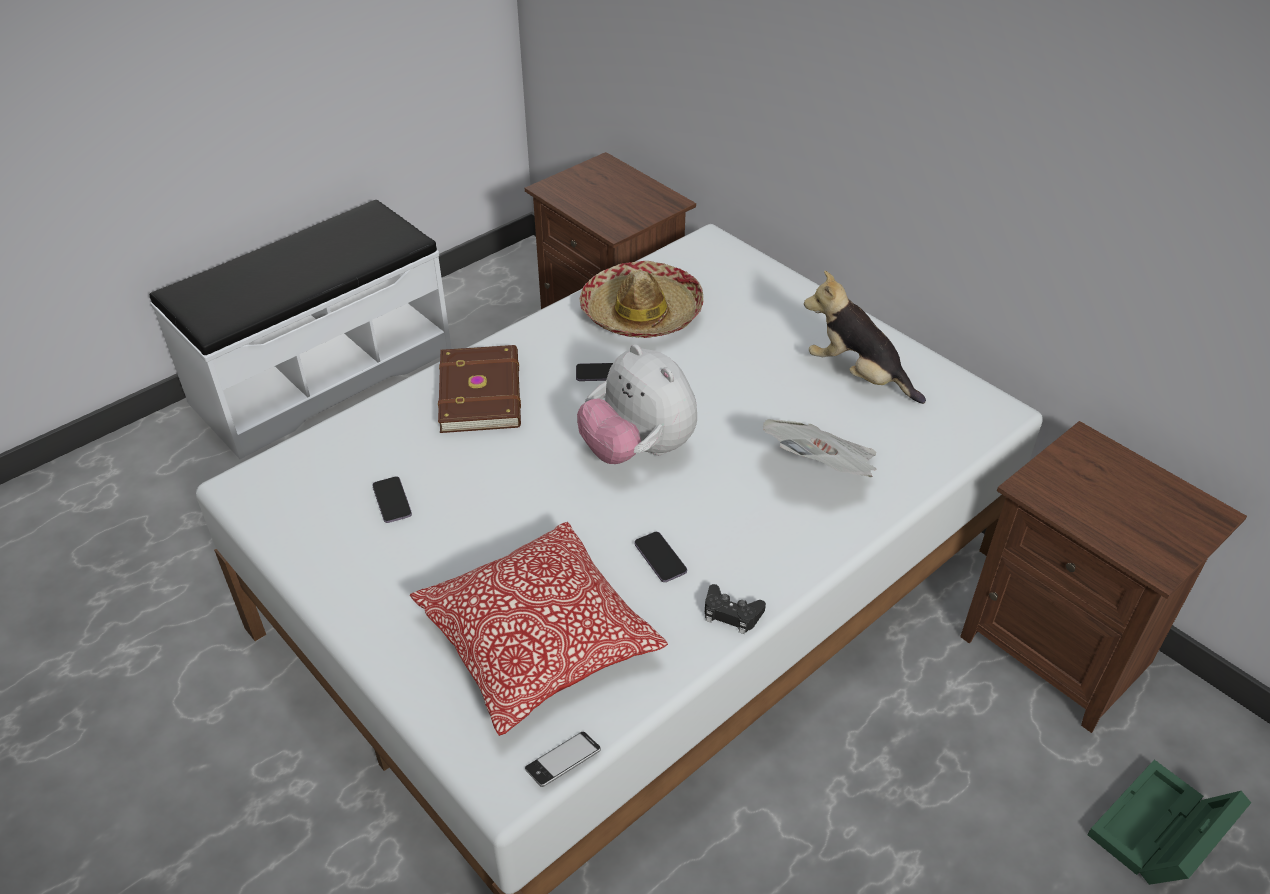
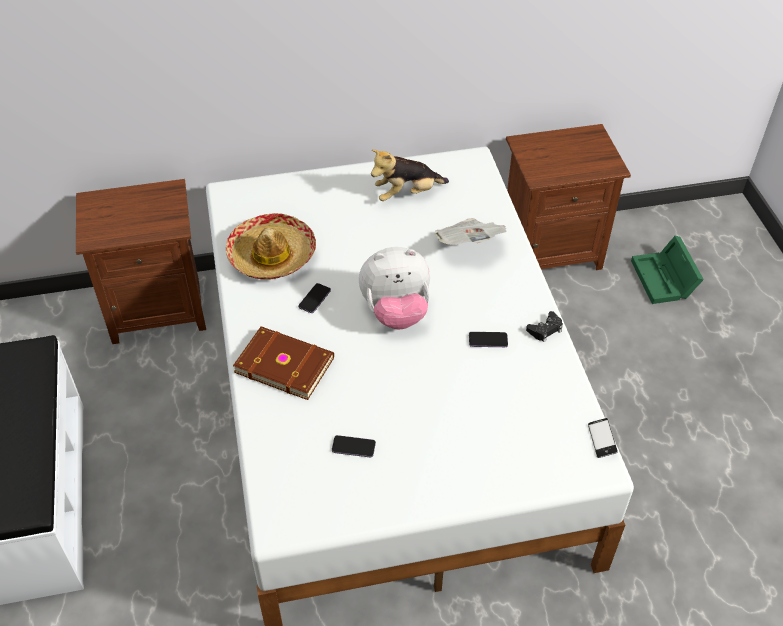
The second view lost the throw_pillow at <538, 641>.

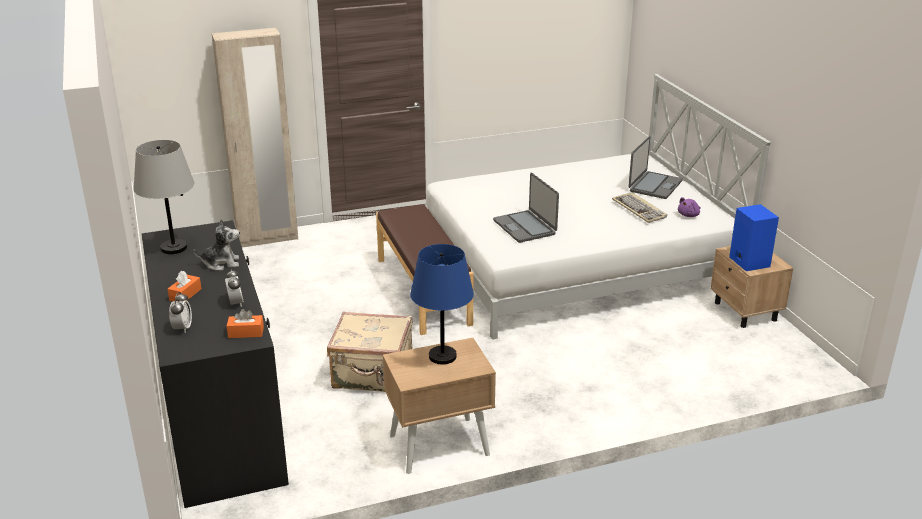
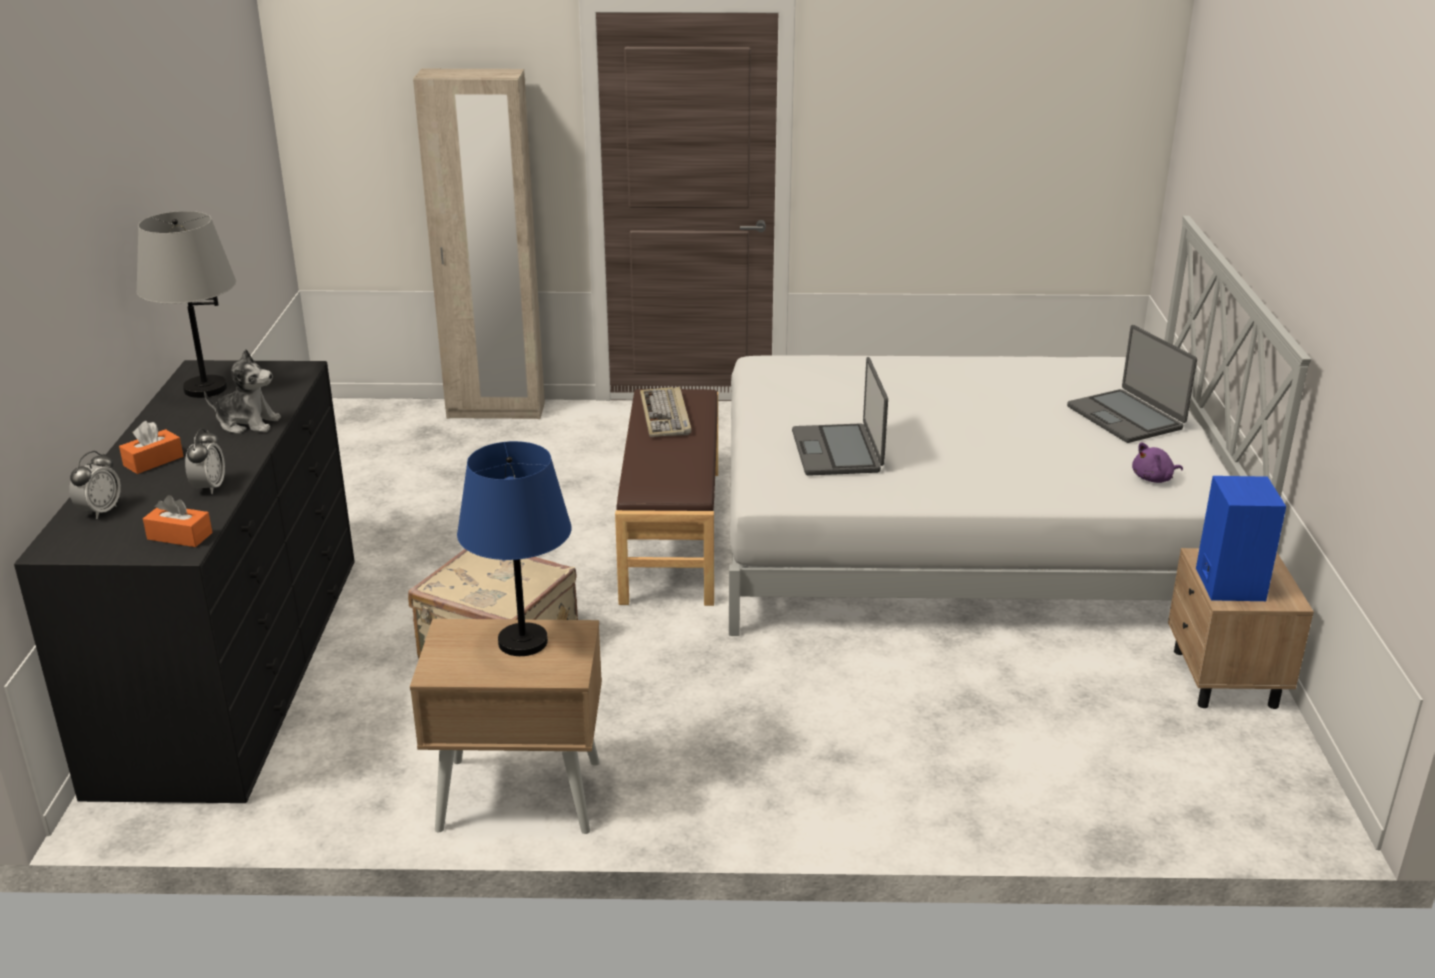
The computer_keyboard ended up elsewhere, having gone from <639, 210> to <666, 416>. The notebook_computer at <654, 186> ended up facing another way, 105 degrees clockwise from before.

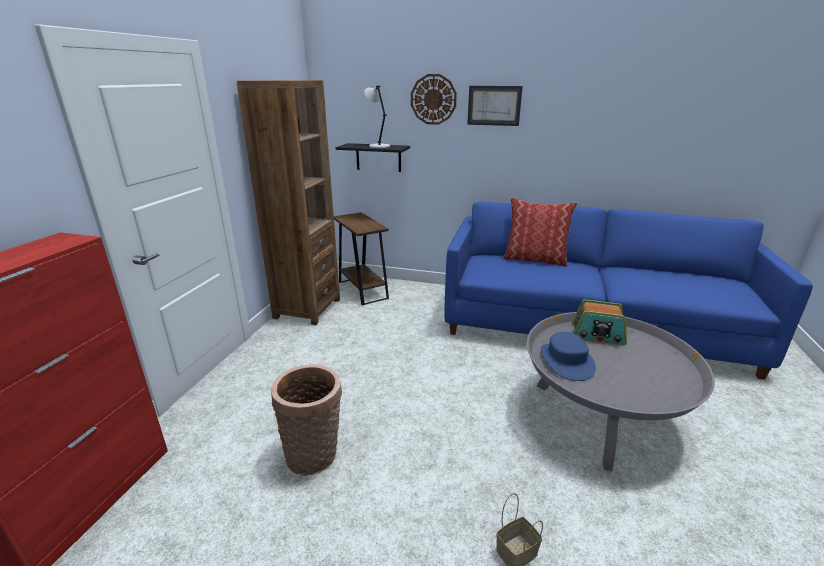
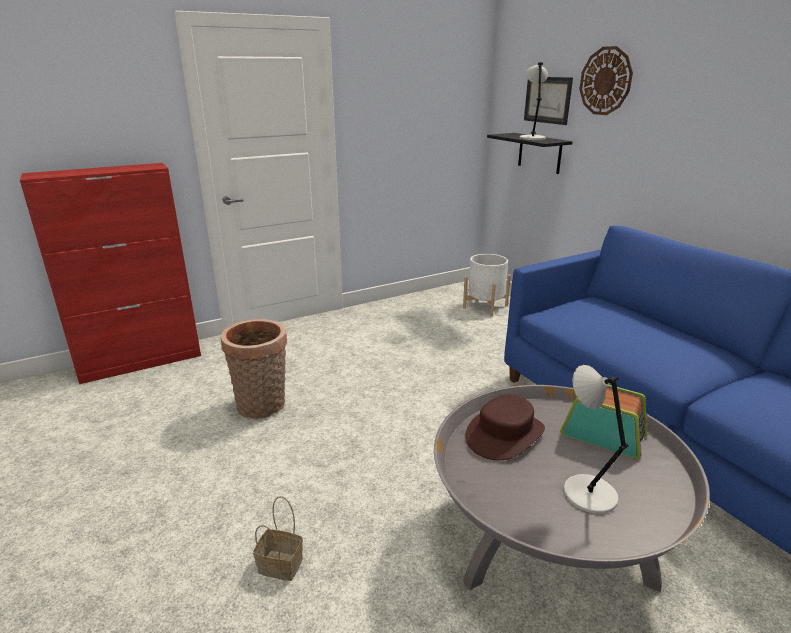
Where the brown_side_table stood at <363, 290>, the whitish_plant_pot came to stand at <485, 307>. What was the blue-coloured_wearable_hat at <566, 361> turned into the brown_wearable_hat at <504, 434>. The wall_art ended up elsewhere, having gone from <494, 105> to <547, 100>. The radio_receiver at <598, 335> ended up facing another way, 150 degrees clockwise from before. The second view gained the grey_table_lamp at <586, 492>. The second view lost the brown_shelving_unit at <307, 308>. The second view lost the throw_pillow at <535, 259>.

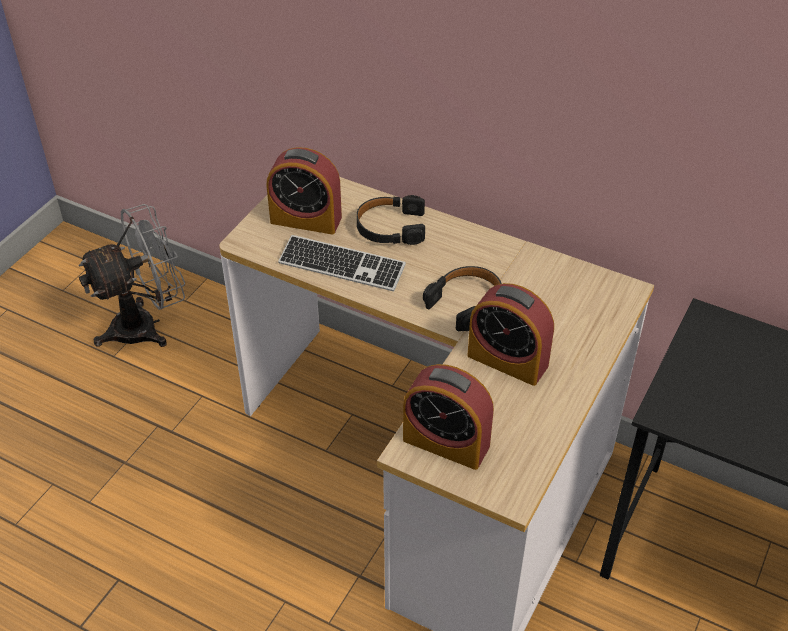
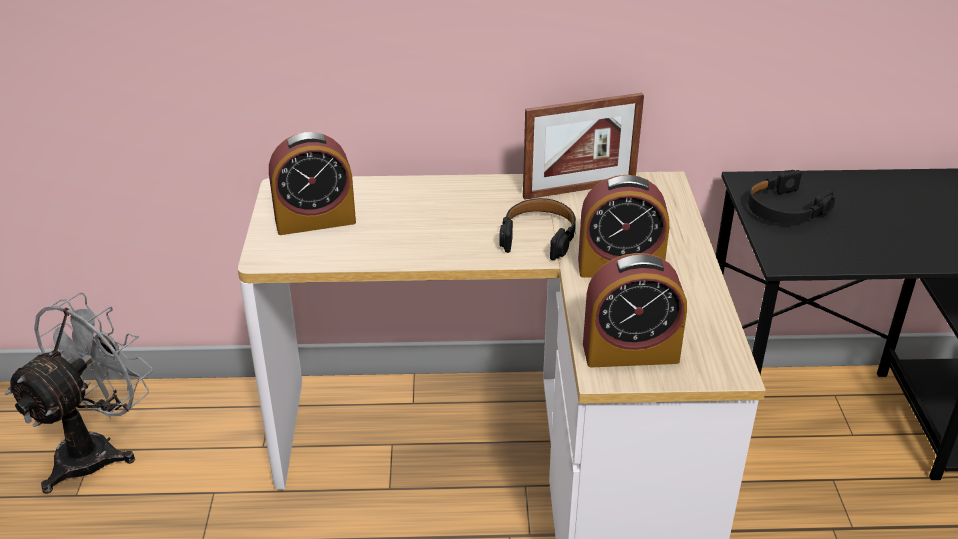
The second view gained the standing_frame at <579, 189>. The blackish_headset ended up elsewhere, having gone from <390, 227> to <784, 209>. The second view lost the computer_keyboard at <341, 266>.

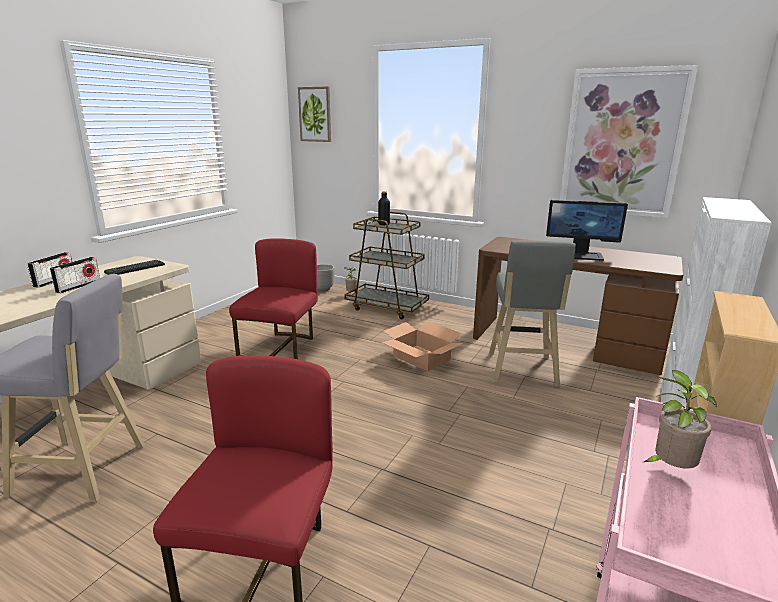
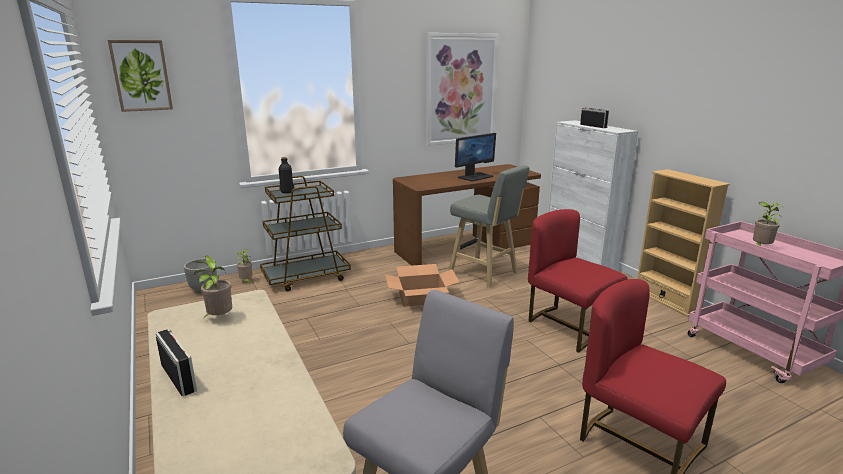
Where the computer_keyboard stood at <135, 268>, the houseplant came to stand at <219, 318>. The reddish_upright_chair ended up elsewhere, having gone from <281, 348> to <569, 326>. The radio_receiver ended up elsewhere, having gone from <78, 286> to <593, 126>.

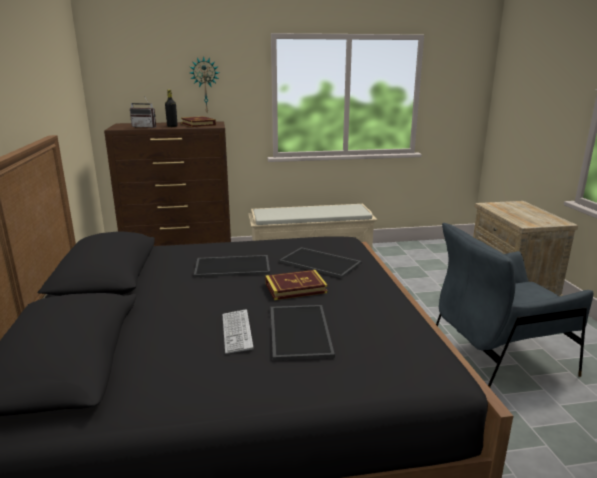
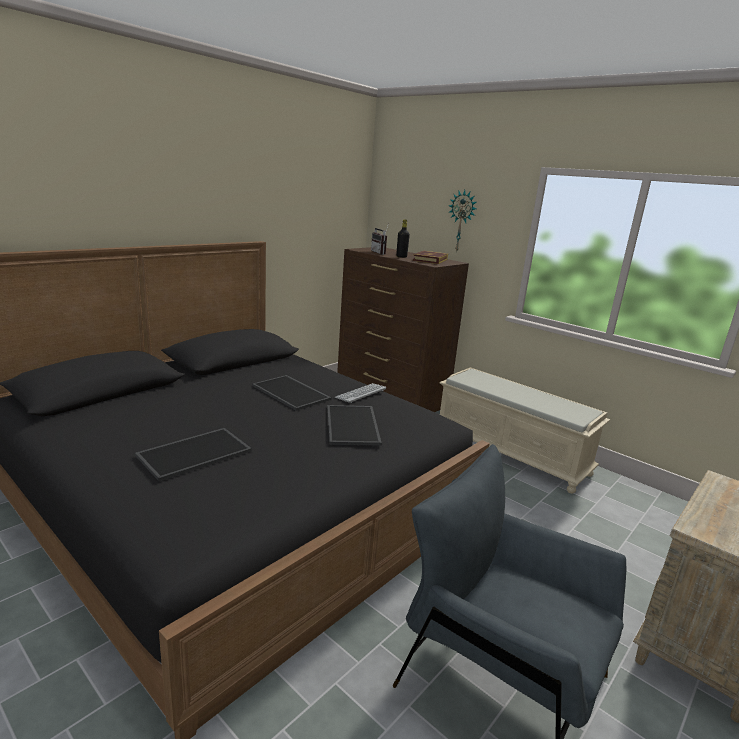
The computer_keyboard ended up elsewhere, having gone from <237, 332> to <361, 393>. The second view lost the book at <295, 288>.

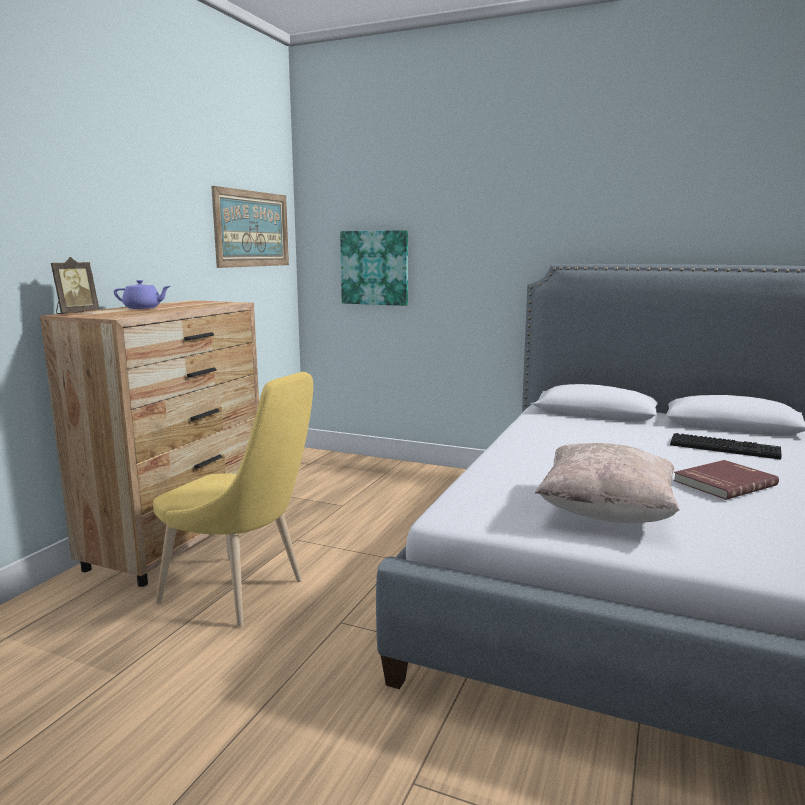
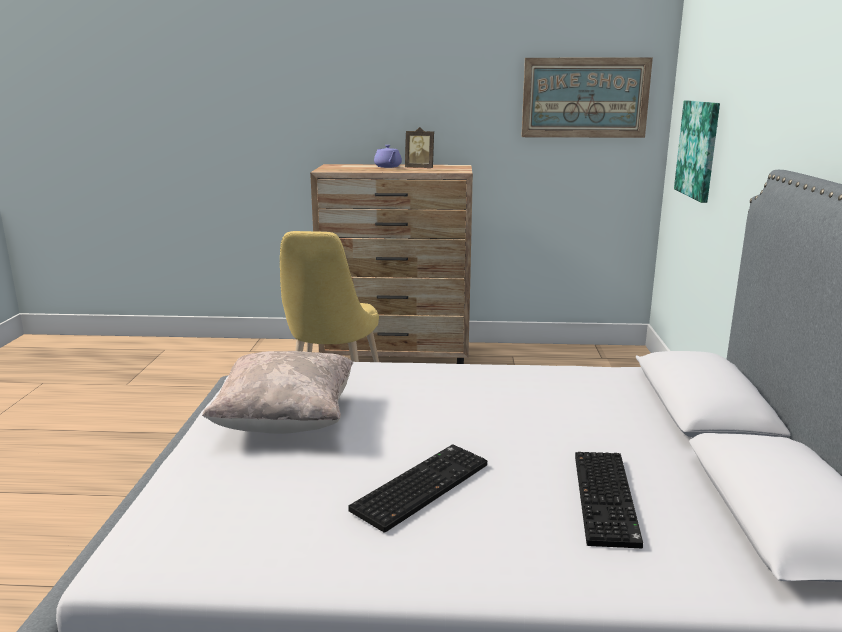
Where the reddish_book stood at <723, 482>, the computer_keyboard came to stand at <421, 486>. The standing_frame ended up elsewhere, having gone from <76, 313> to <420, 168>.

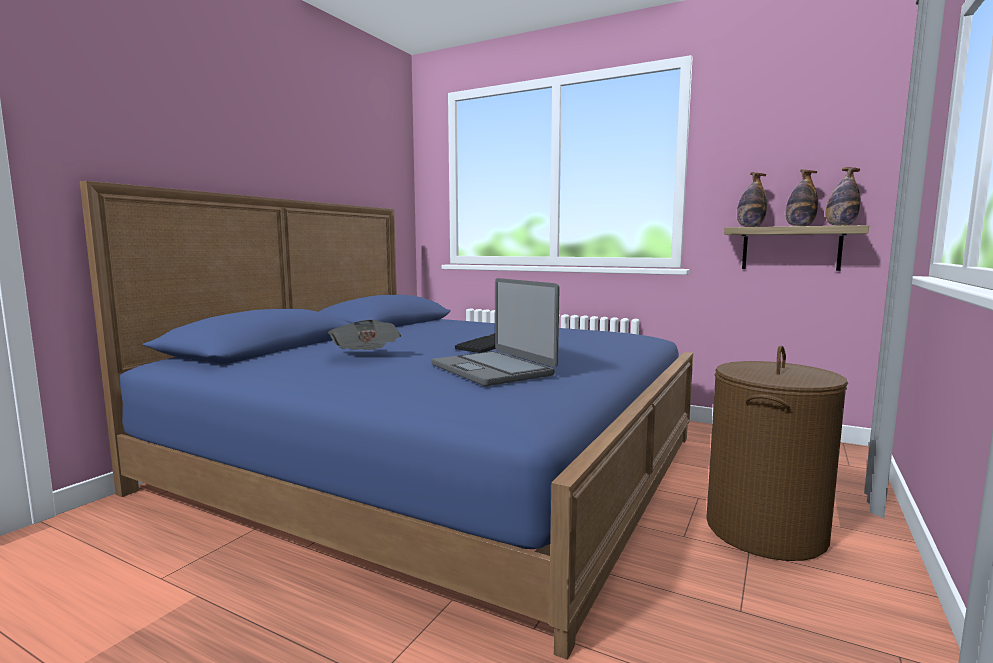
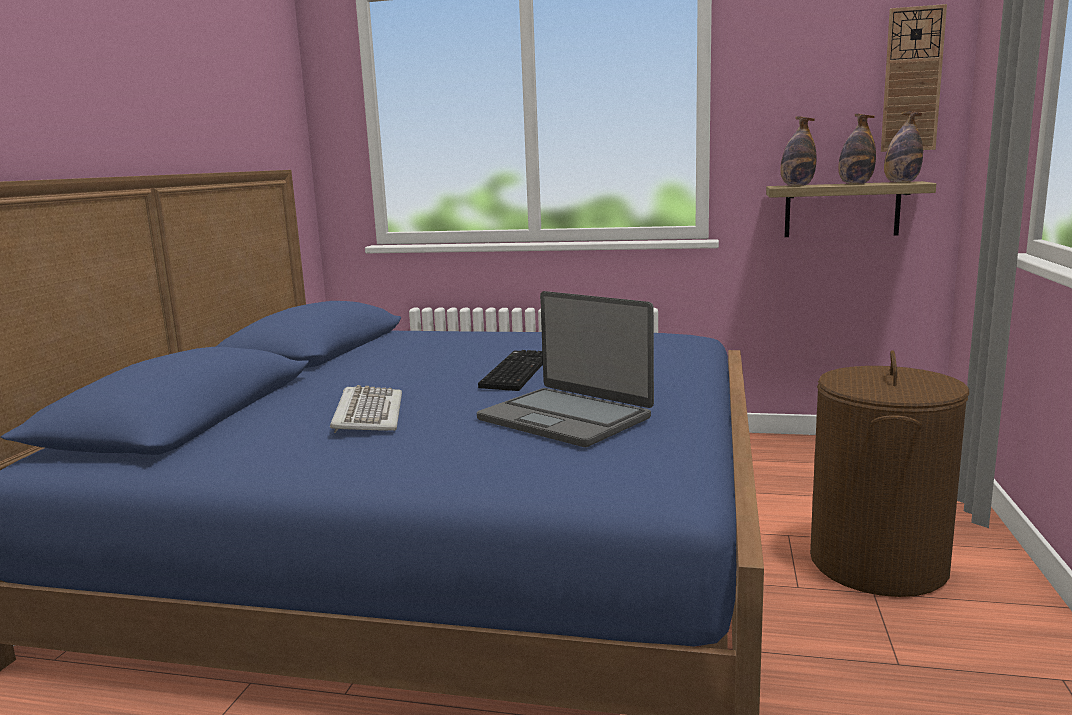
Where the newspaper stood at <366, 356>, the computer_keyboard came to stand at <367, 414>. The second view gained the wall_clock at <912, 80>.

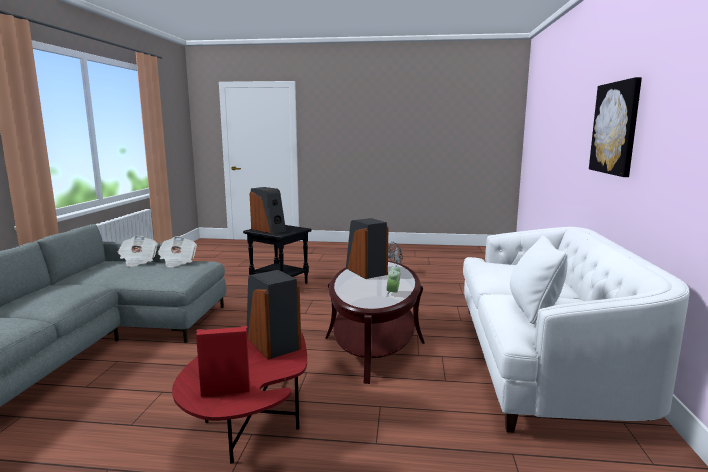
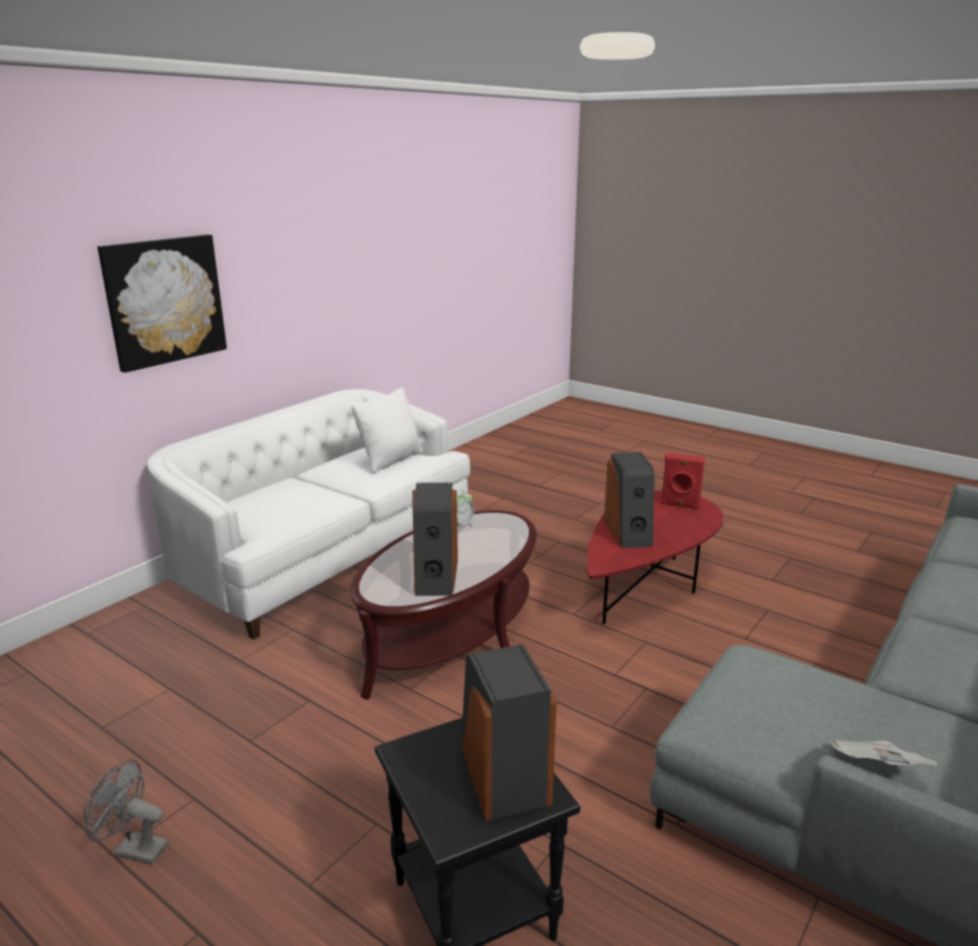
The second view lost the newspaper at <177, 261>.

